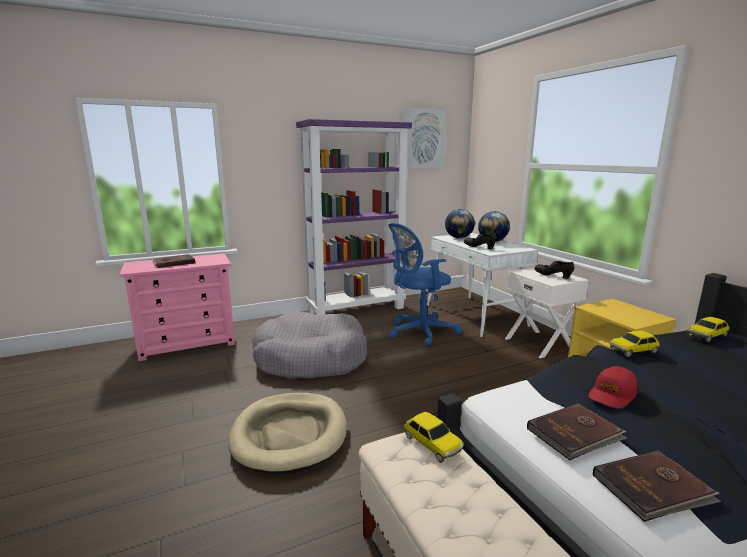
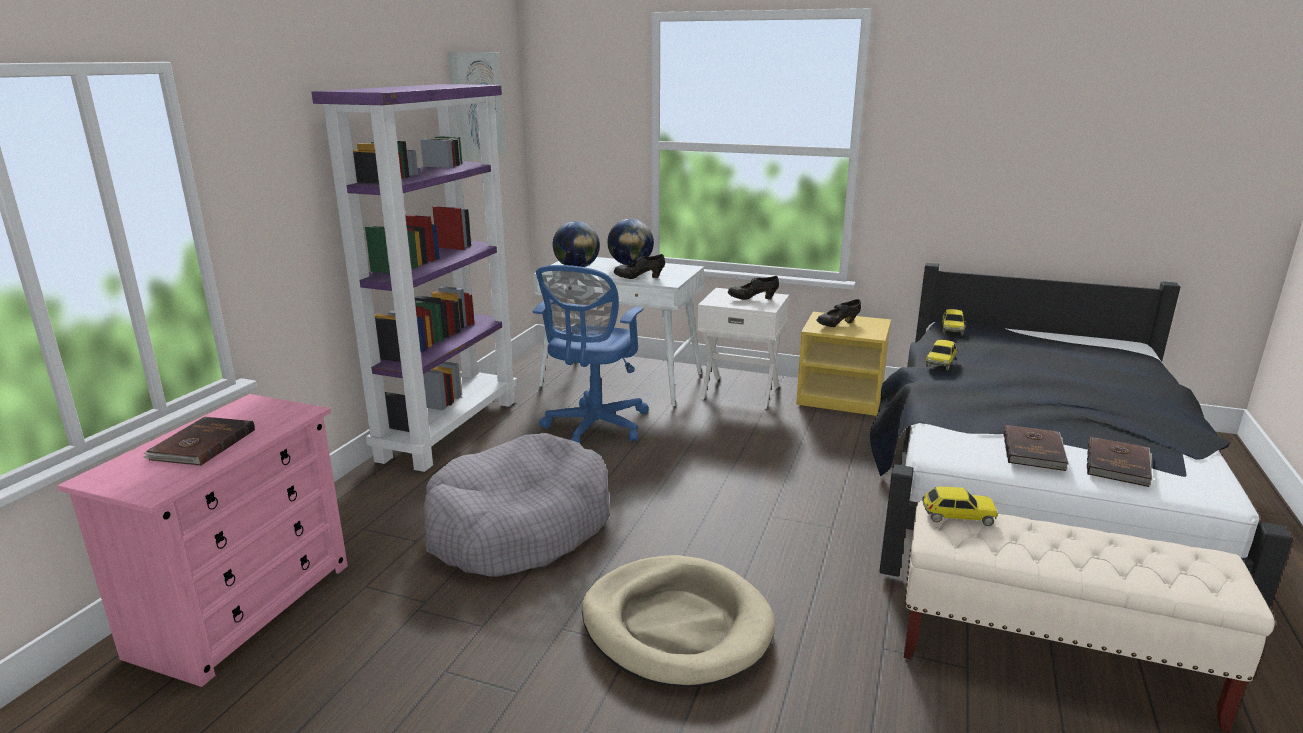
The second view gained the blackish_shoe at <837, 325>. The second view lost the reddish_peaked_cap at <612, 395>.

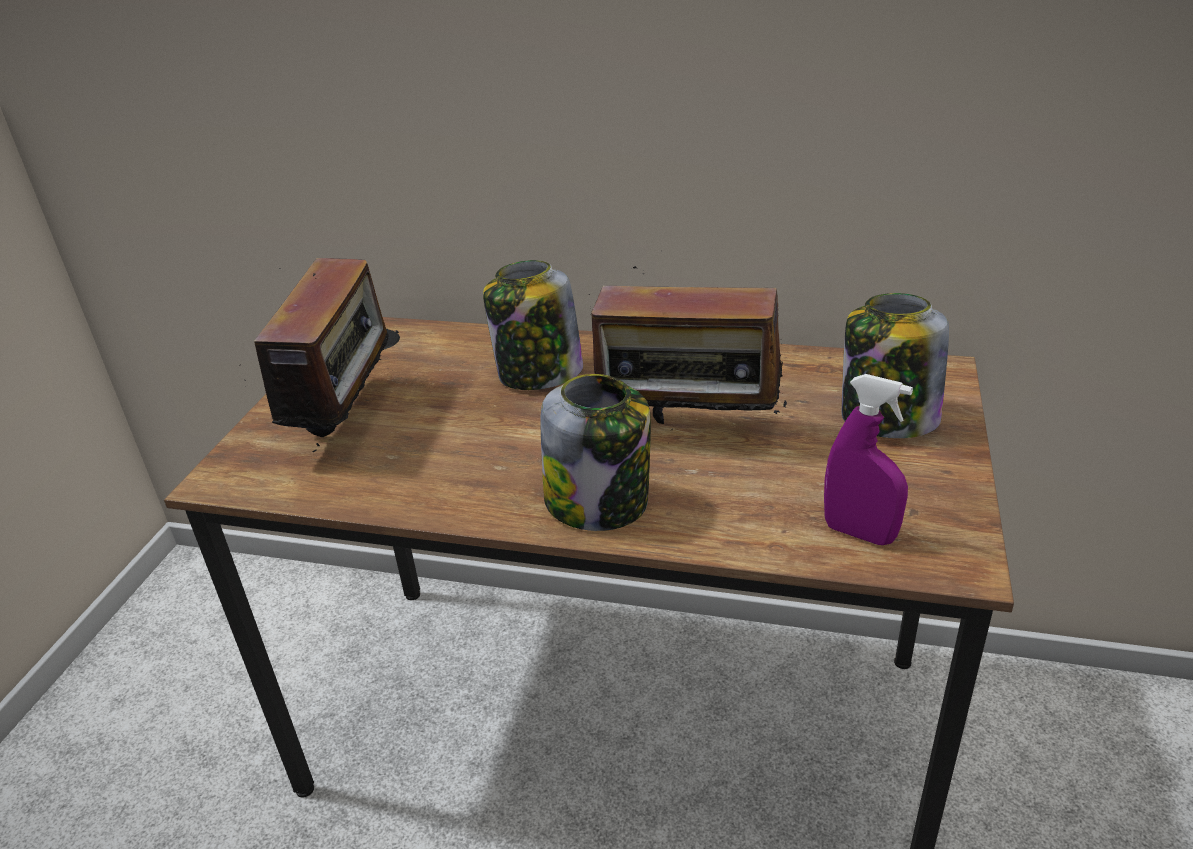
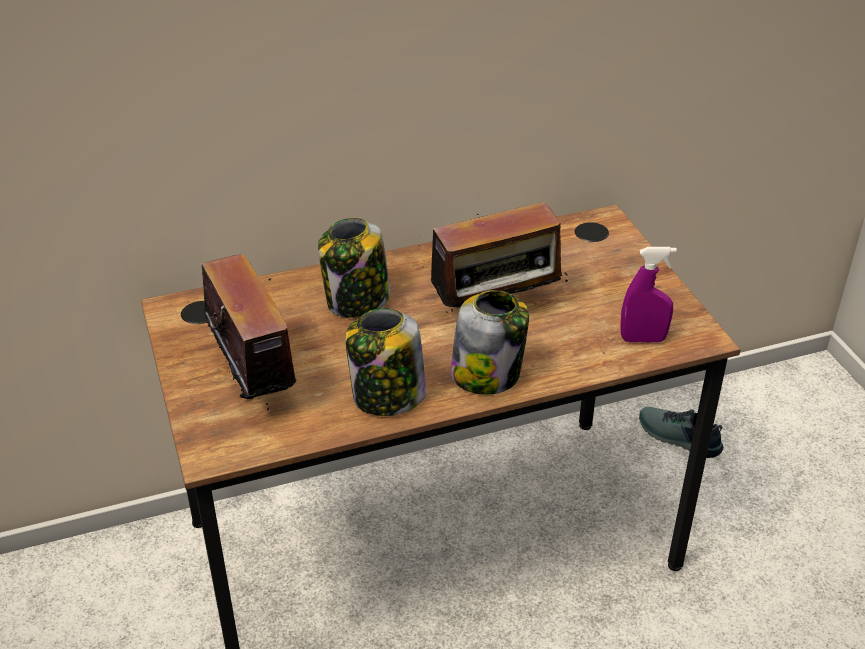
The storage_jar ended up elsewhere, having gone from <886, 419> to <387, 397>. The second view gained the shoe at <678, 438>.

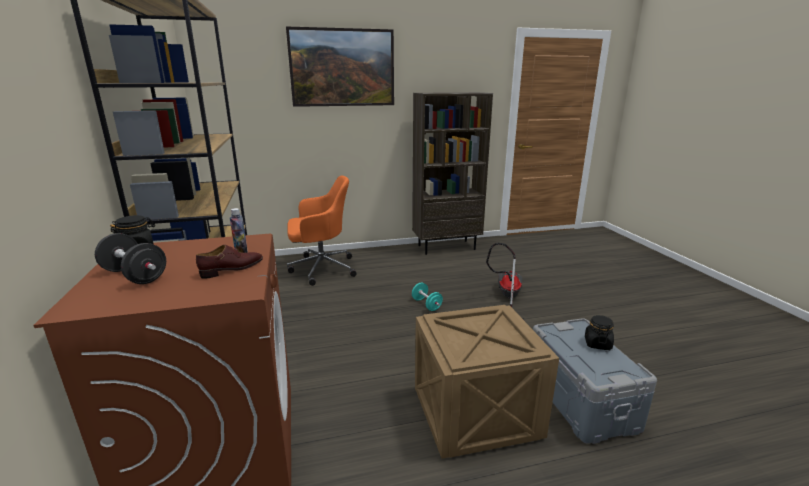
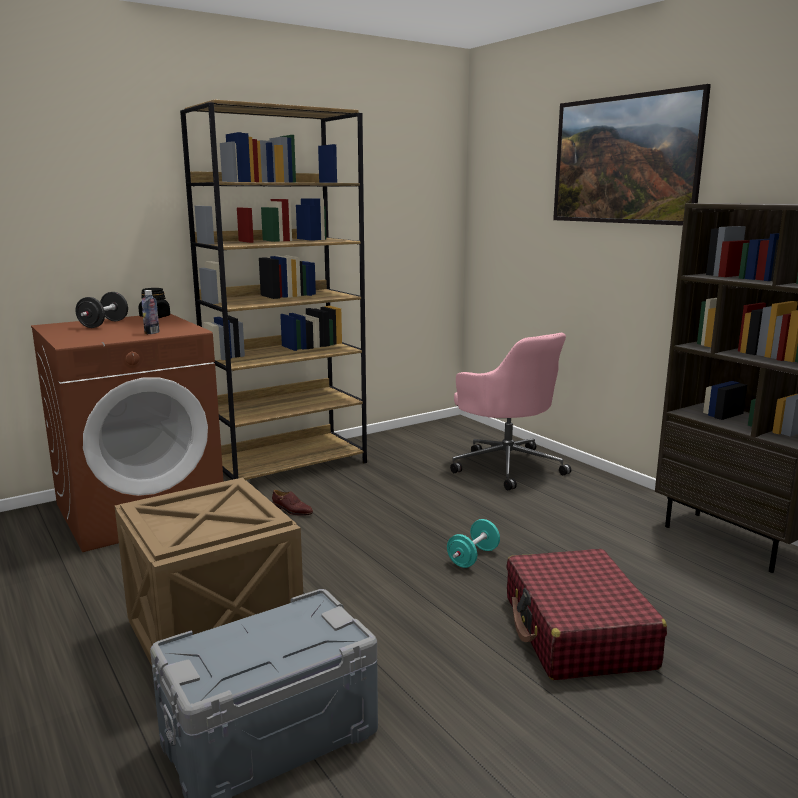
The brown_shoe ended up elsewhere, having gone from <232, 269> to <292, 511>. What was the orangey_desk_chair at <321, 268> turned into the pink_desk_chair at <506, 466>. Where the vacuum_cleaner stood at <506, 297>, the reddish_suitcase came to stand at <577, 632>. The second view lost the blackish_storage_jar at <597, 344>.

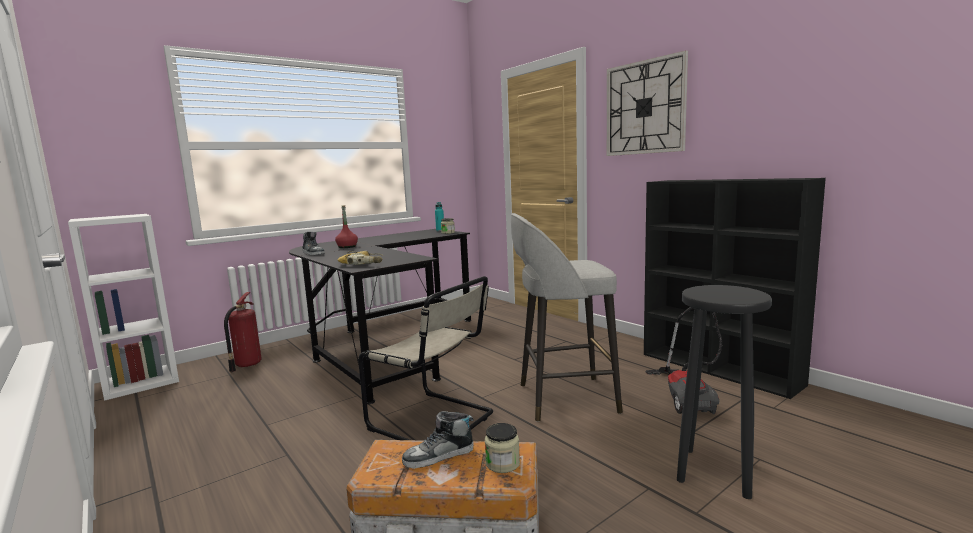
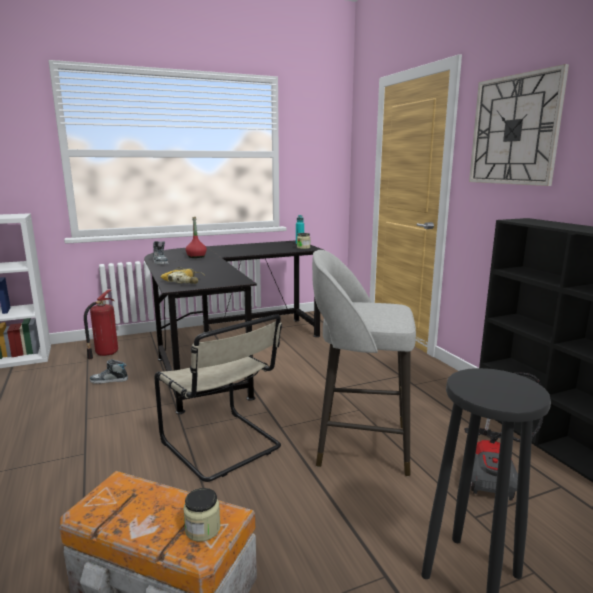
The shoe ended up elsewhere, having gone from <439, 456> to <109, 380>.

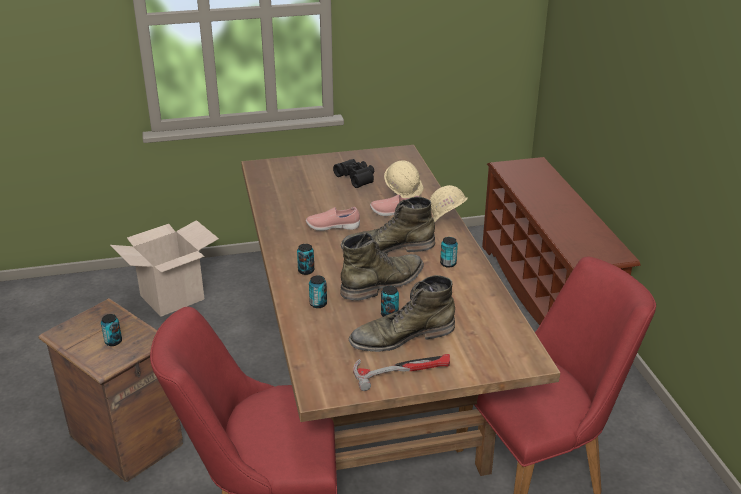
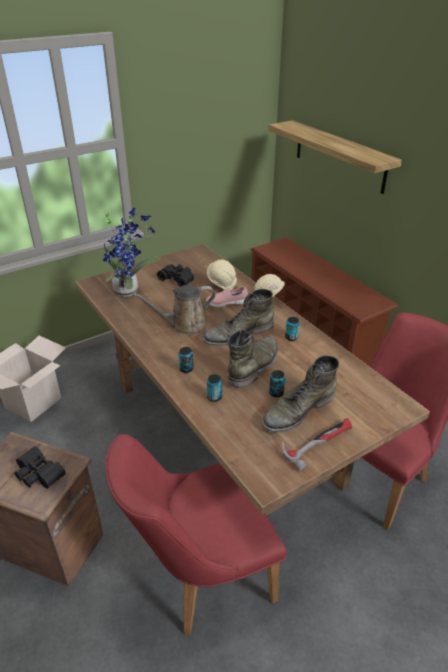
Where the sealed_can stood at <113, 341>, the blackish_pair_of_binoculars came to stand at <37, 475>. The second view gained the houseplant at <129, 290>. Where the pink_shoe stood at <333, 227>, the brown_watering_pot came to stand at <184, 325>. The second view gained the bracket_shelf at <339, 156>.

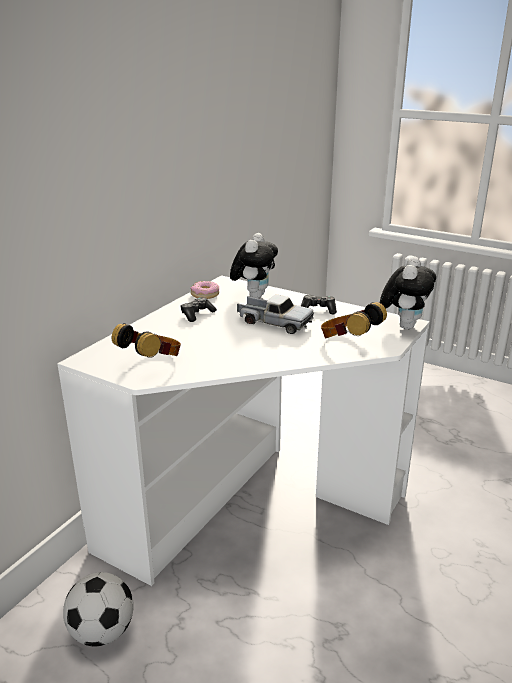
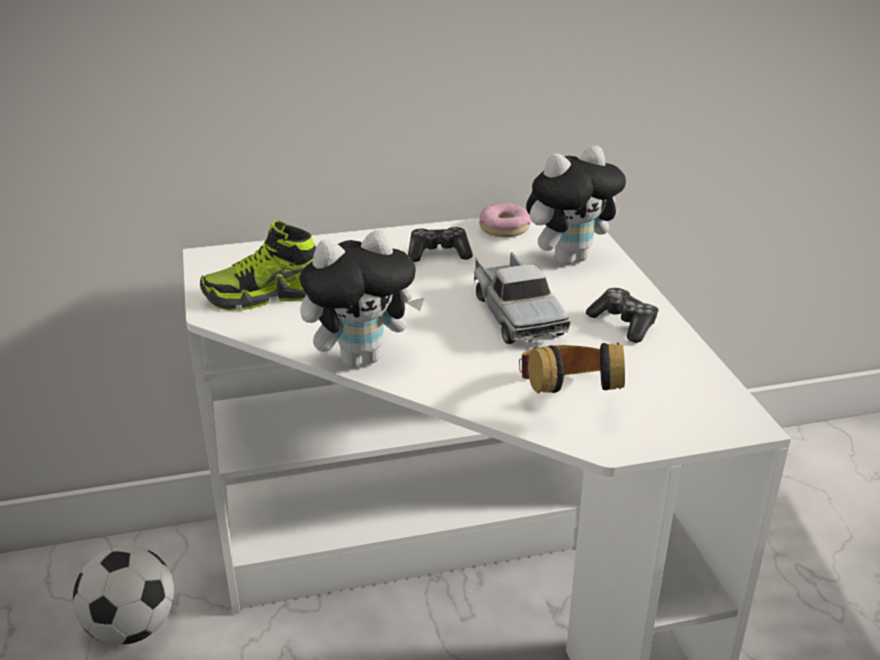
Where the headset stood at <152, 362>, the shoe came to stand at <266, 296>. The cuddly_toy ended up elsewhere, having gone from <404, 325> to <361, 357>.

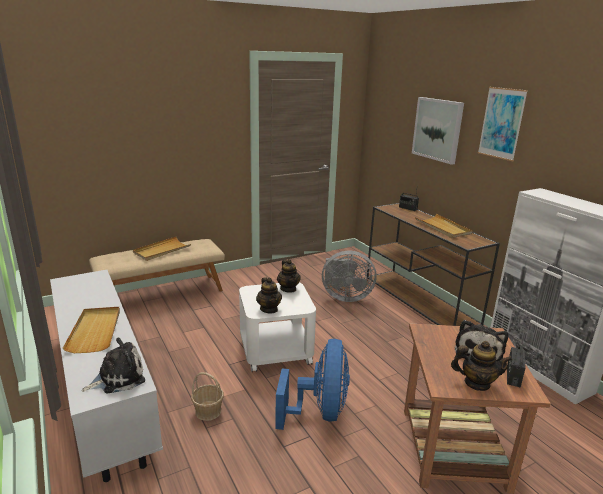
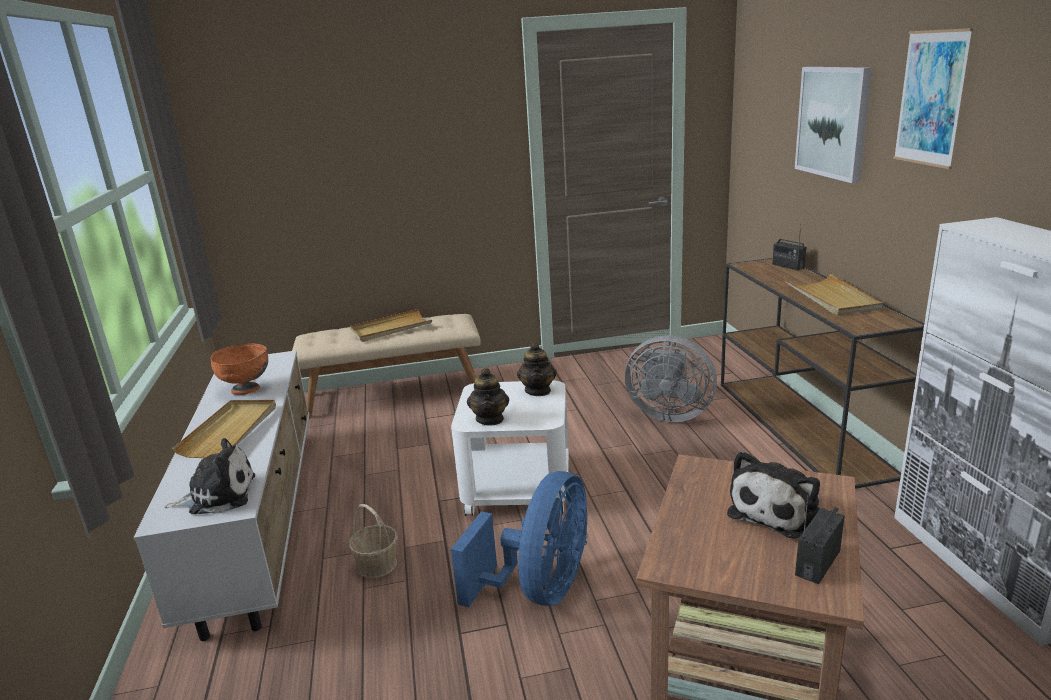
The second view gained the orangey_serving_bowl at <246, 390>. The second view lost the pot_for_tea at <476, 383>.

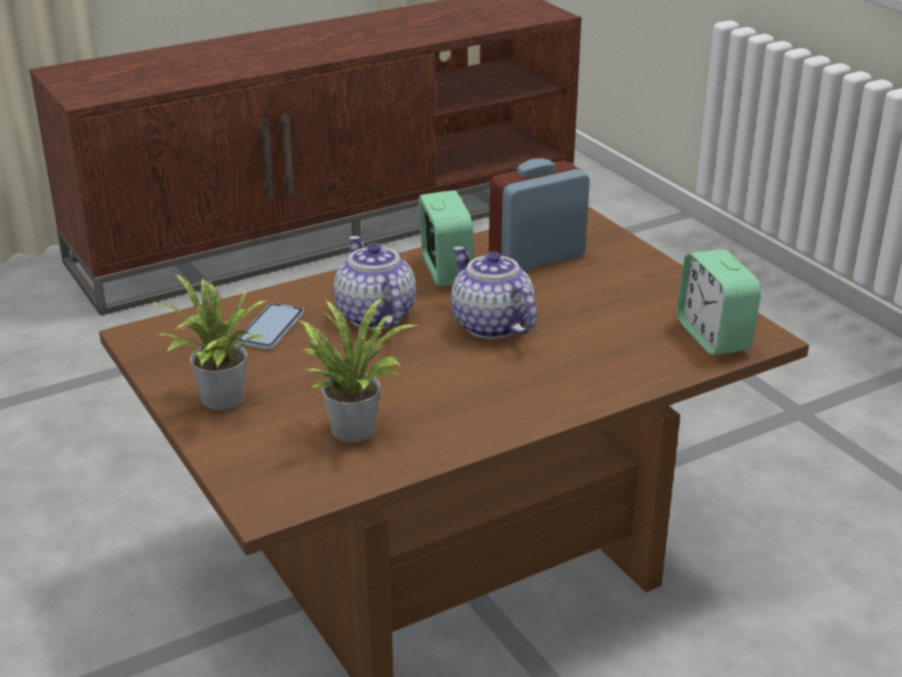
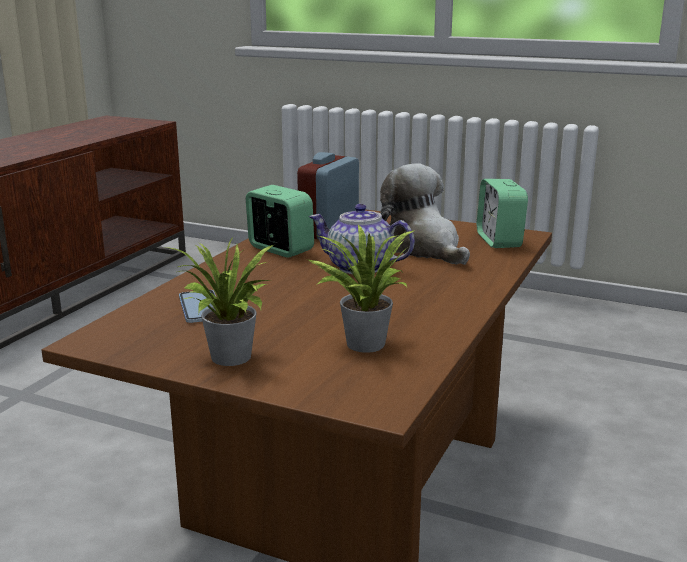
The second view gained the cuddly_toy at <423, 248>. The bedside_clock at <713, 336> ended up facing another way, 45 degrees clockwise from before. The second view lost the pot_for_tea at <374, 315>.

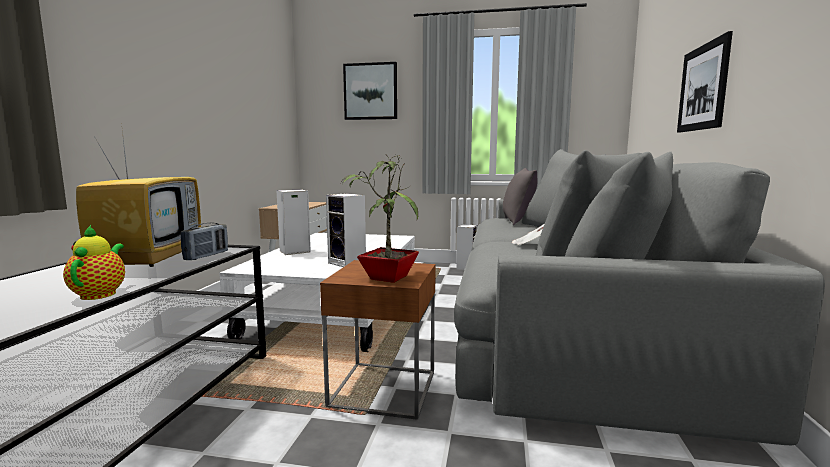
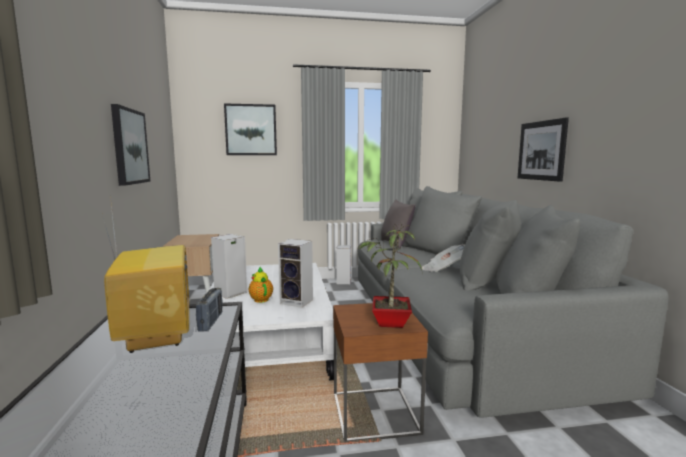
The second view gained the wall_art at <129, 146>. The pot_for_tea ended up elsewhere, having gone from <100, 294> to <260, 299>.

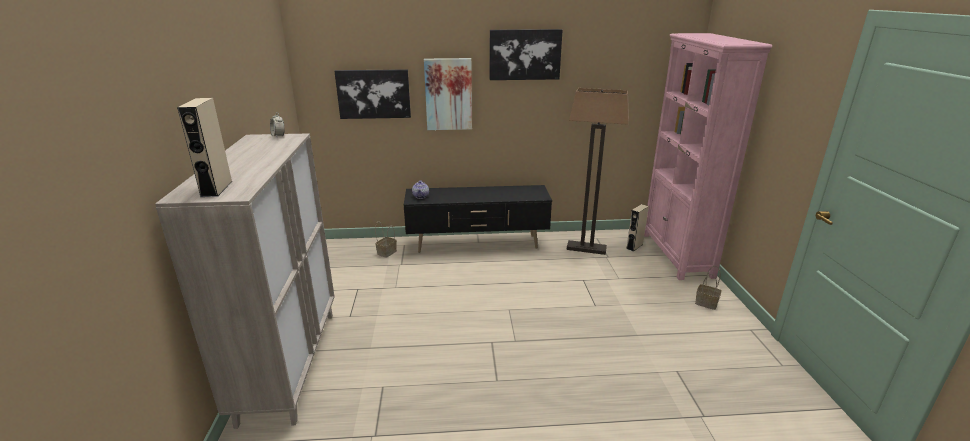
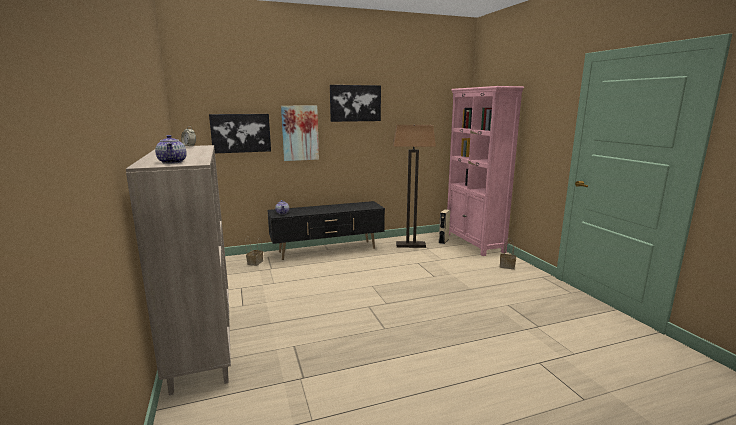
Where the sand-coloured_speaker stood at <216, 189>, the pot_for_tea came to stand at <172, 162>.

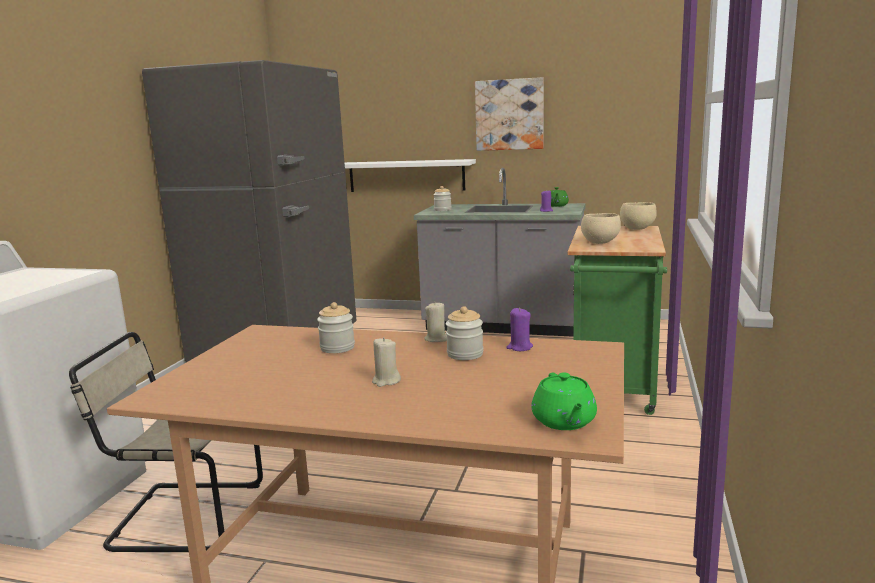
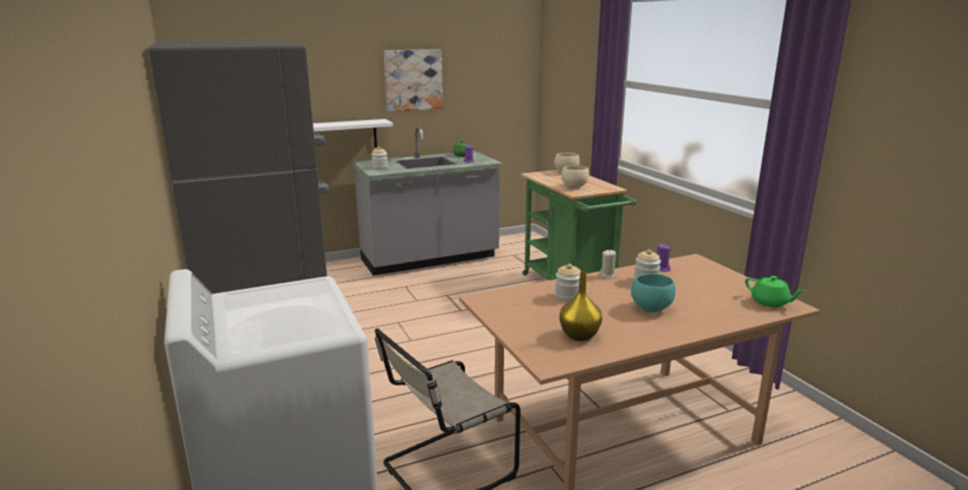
The second view gained the yellow-coloured_decorative_vase at <579, 336>. Where the sand-coloured_wax_candle stood at <386, 381>, the turquoise_serving_bowl came to stand at <650, 308>.

